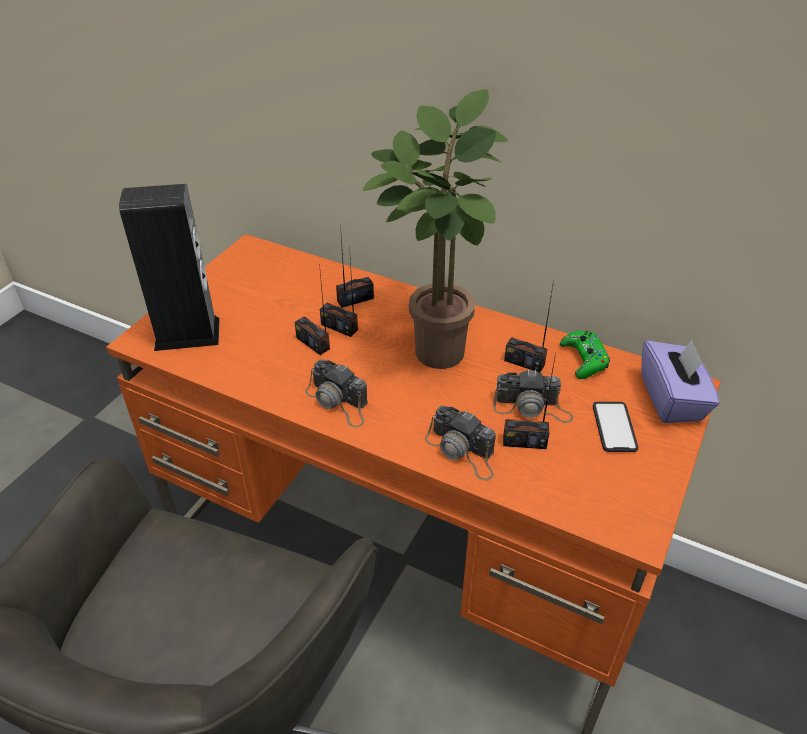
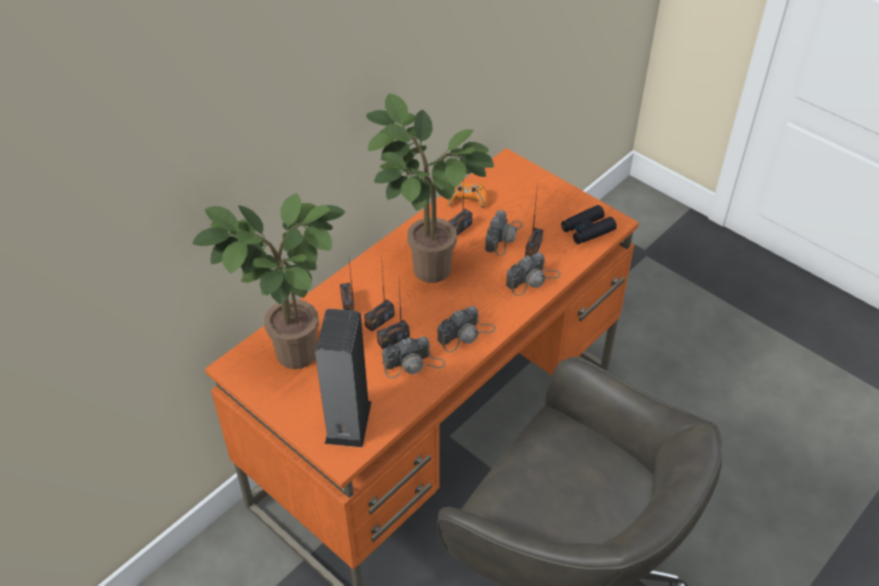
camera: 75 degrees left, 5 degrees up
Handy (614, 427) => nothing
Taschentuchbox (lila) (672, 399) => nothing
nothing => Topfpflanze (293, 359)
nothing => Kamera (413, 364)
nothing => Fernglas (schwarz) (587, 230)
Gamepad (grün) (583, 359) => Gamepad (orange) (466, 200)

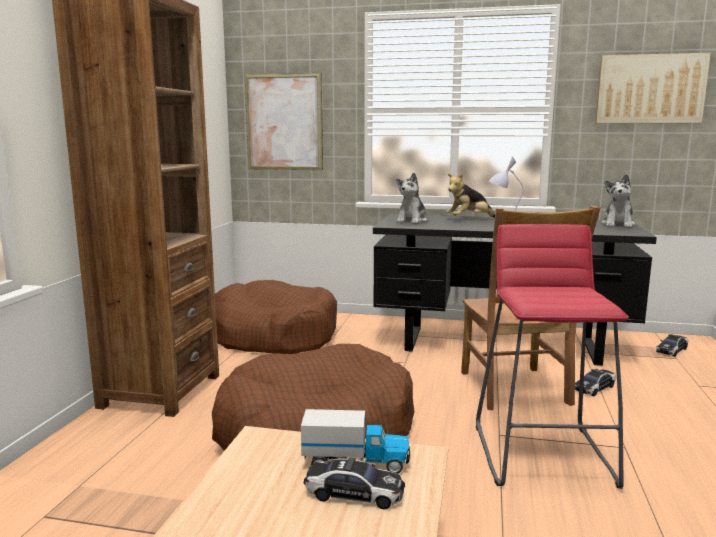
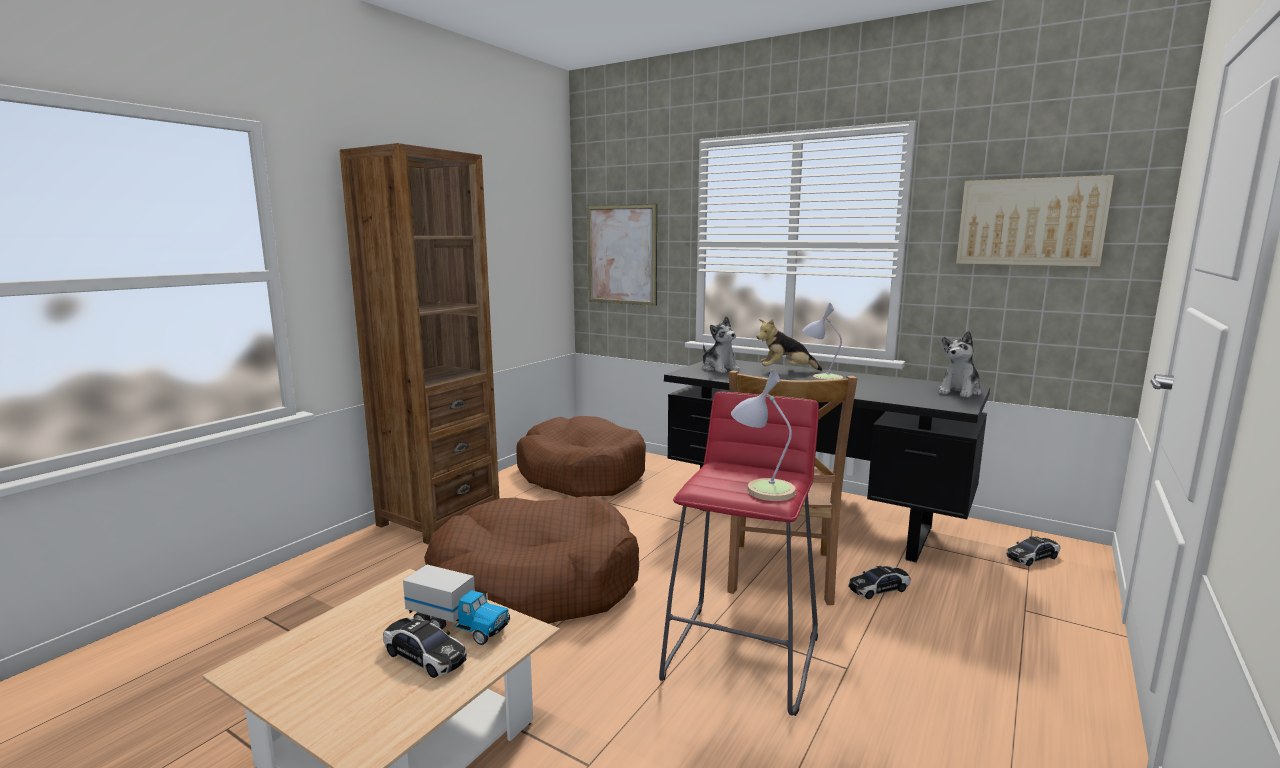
camera: 20 degrees right, 0 degrees up
nothing => Tischlampe (761, 489)
Plüschtier (412, 221) => Plüschtier (719, 369), 75 degrees counterclockwise

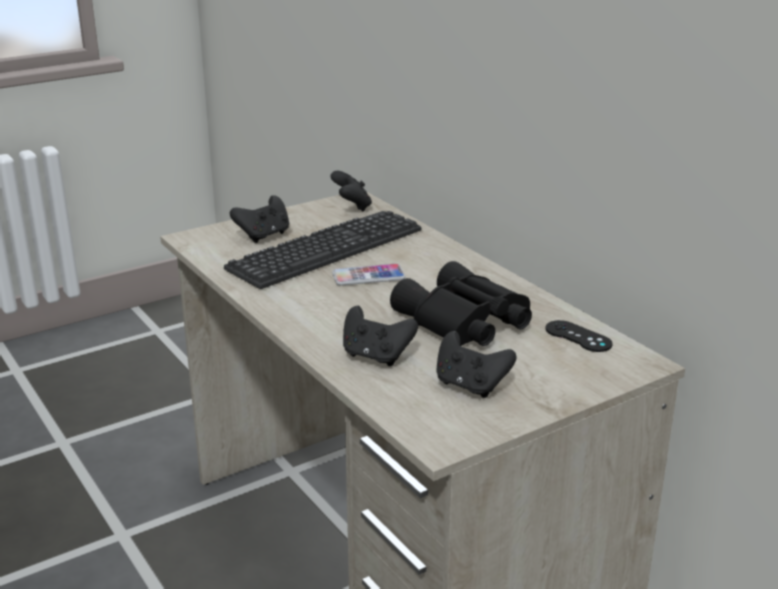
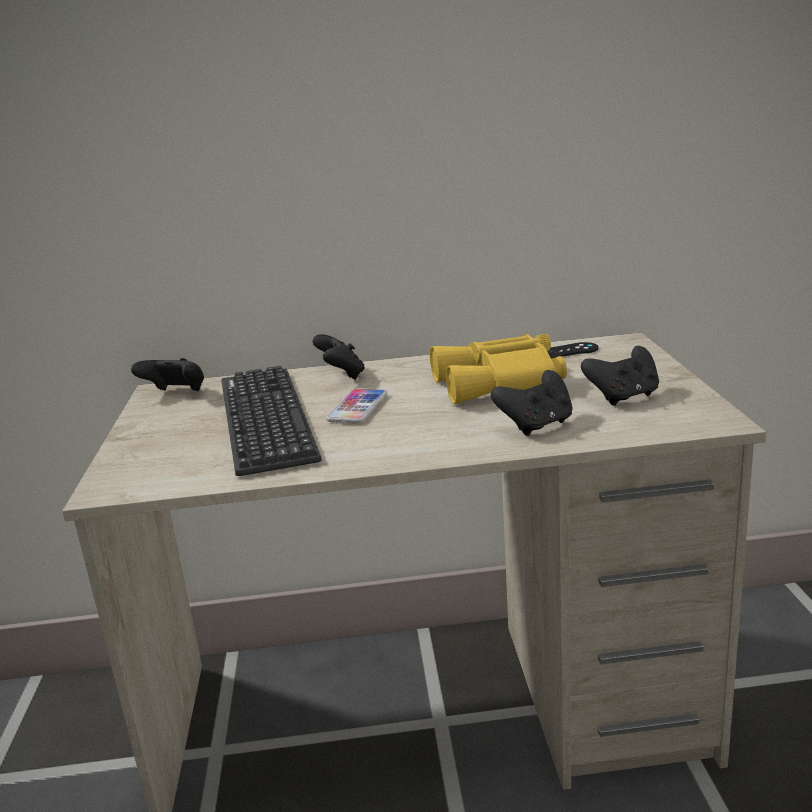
camera: 60 degrees left, 5 degrees down
Gamepad (schwarz) (264, 236) => Gamepad (schwarz) (341, 375), move
Fernglas (schwarz) (463, 322) => Fernglas (gelb) (501, 384)

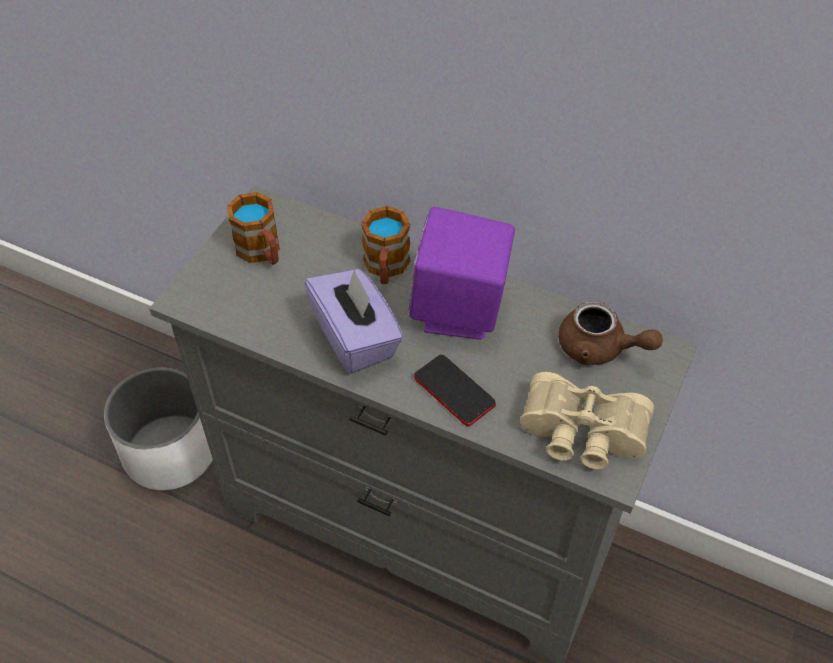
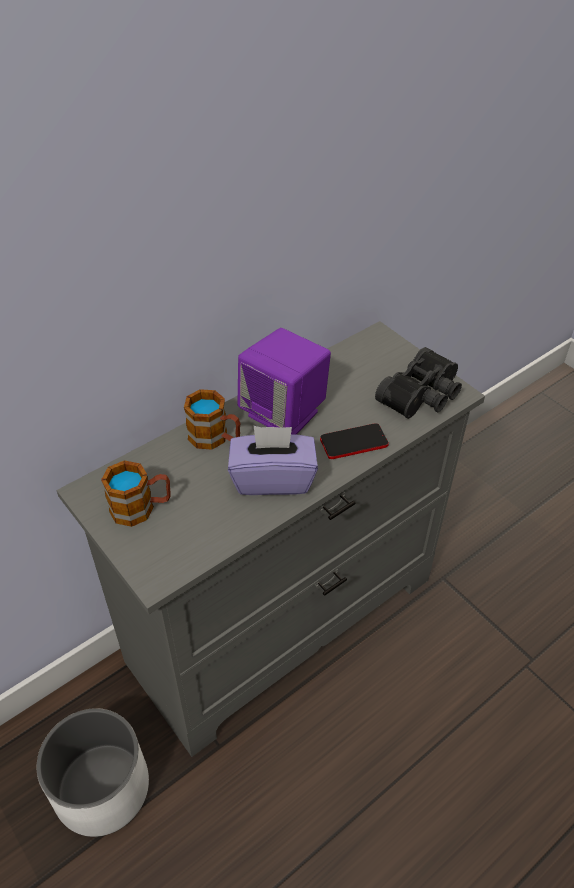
camera: 65 degrees left, 5 degrees down
Teekanne (braun) (599, 349) => nothing
Fernglas (beige) (582, 436) => Fernglas (schwarz) (423, 396)

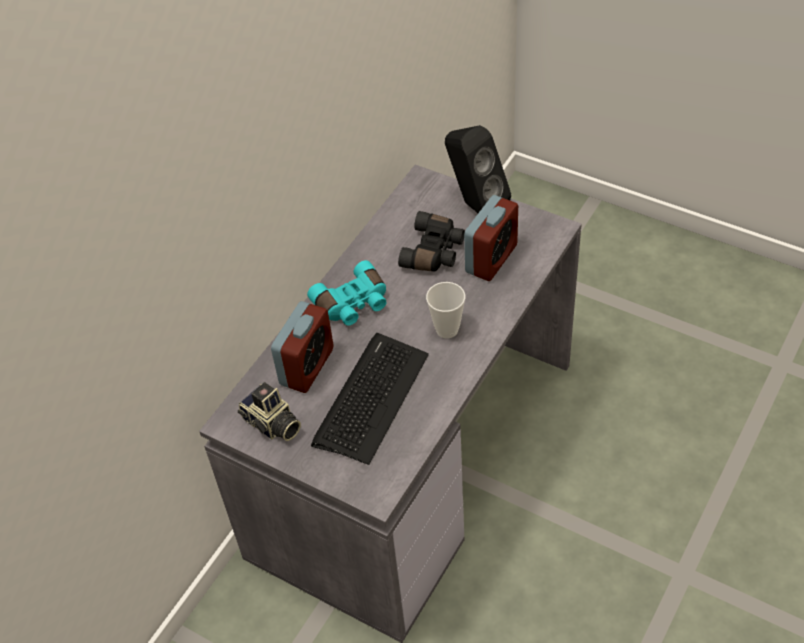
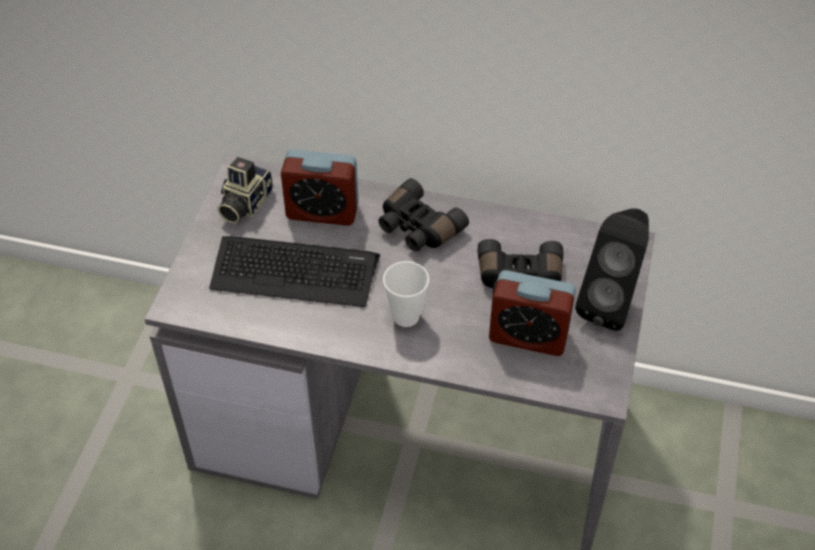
camera: 70 degrees right, 0 degrees up
Fernglas (türkis) (353, 304) => Fernglas (schwarz) (417, 228)

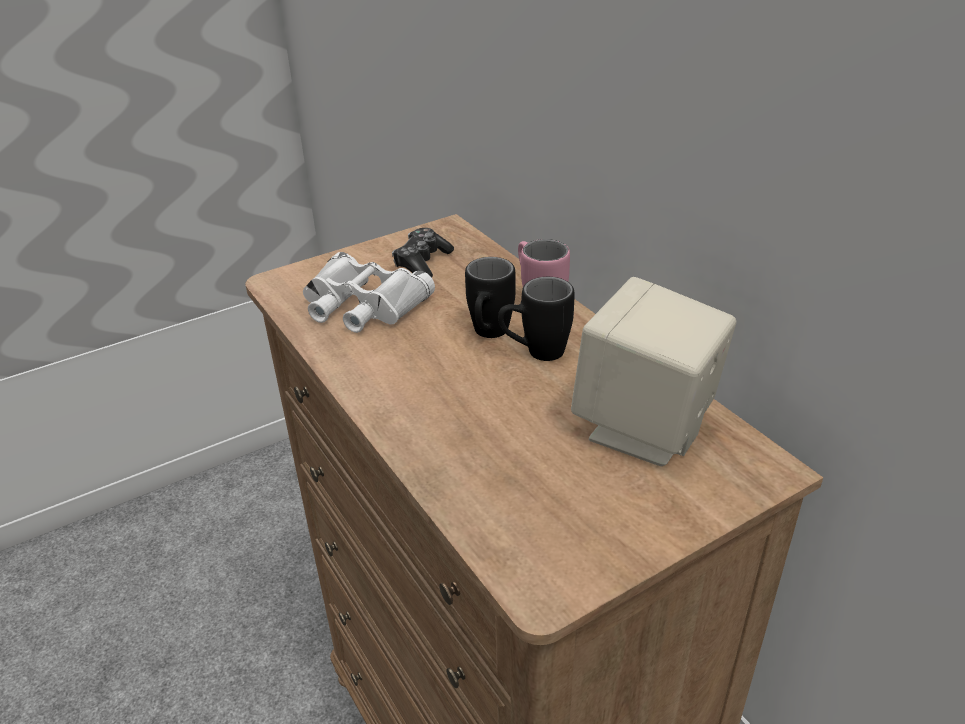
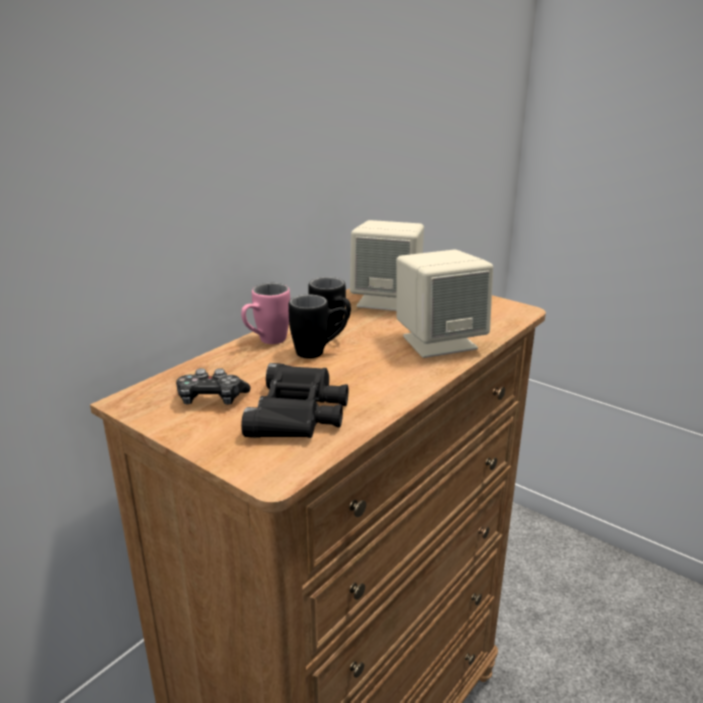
camera: 110 degrees left, 10 degrees down
nothing => Lautsprecher (beige) (439, 342)
Fernglas (weiß) (362, 305) => Fernglas (schwarz) (299, 412)

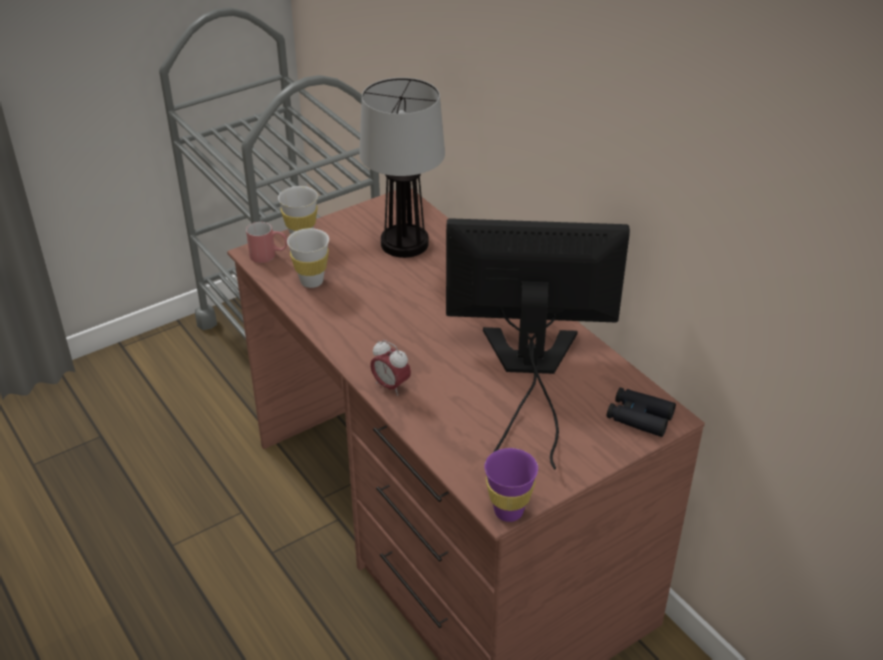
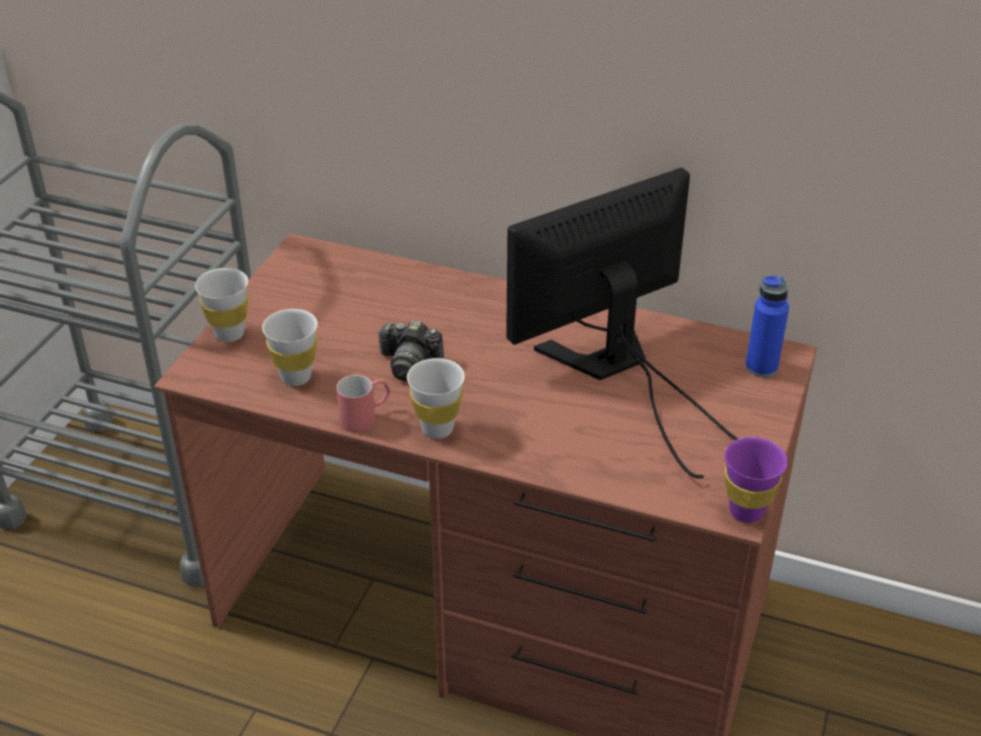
camera: 35 degrees left, 0 degrees up
Tischlampe (403, 243) => nothing
Wecker (390, 386) => nothing
nothing => Kamera (409, 363)
nothing => Tasse (weiß) (437, 429)
Henkelbecher (rot) (269, 255) => Henkelbecher (rot) (366, 417), move
Fernglas (schwarz) (639, 417) => Flasche (blau) (761, 367)

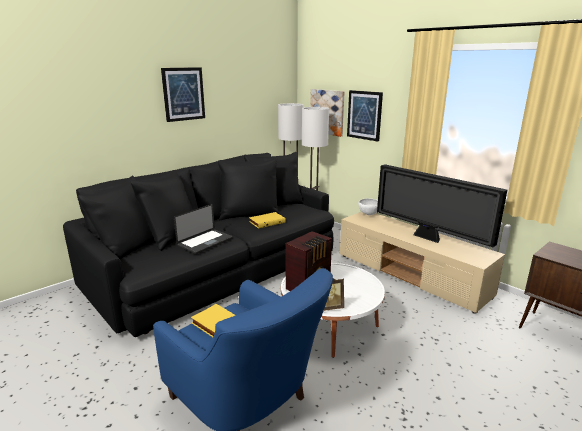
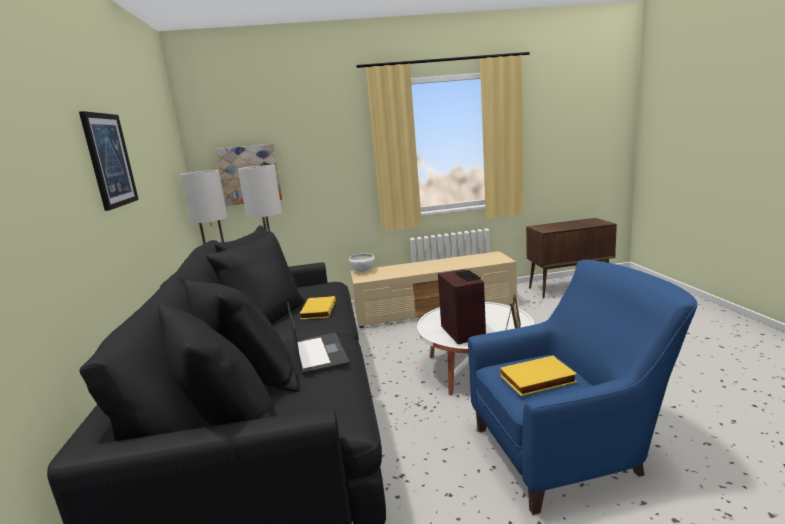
camera: 55 degrees left, 5 degrees down
Bild (364, 115) => nothing
Fernseher (429, 238) => nothing

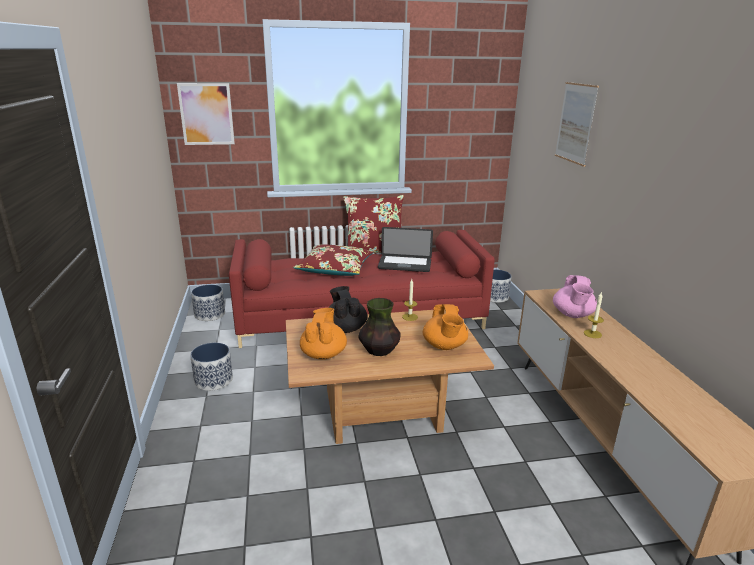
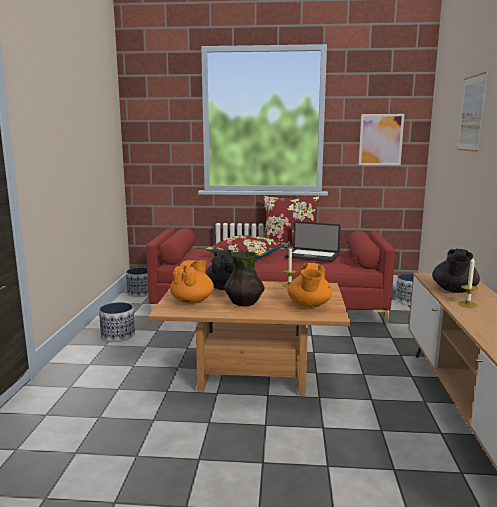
camera: 15 degrees right, 10 degrees down
Bild (206, 114) => Bild (381, 139), move
Teekanne (rosa) (572, 315) => Teekanne (schwarz) (454, 290)

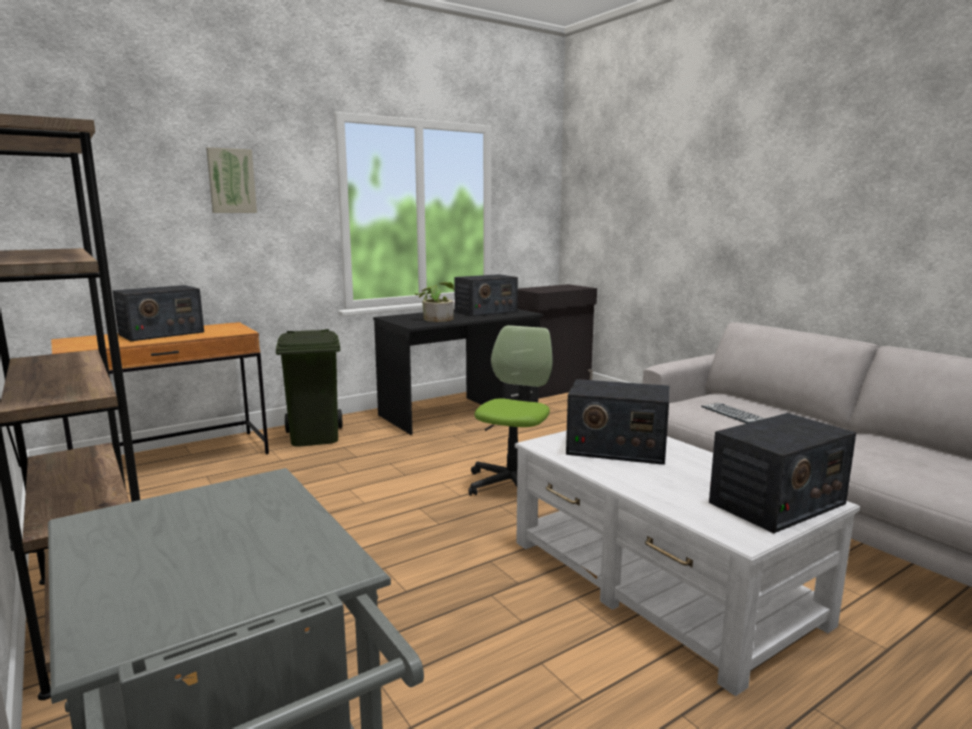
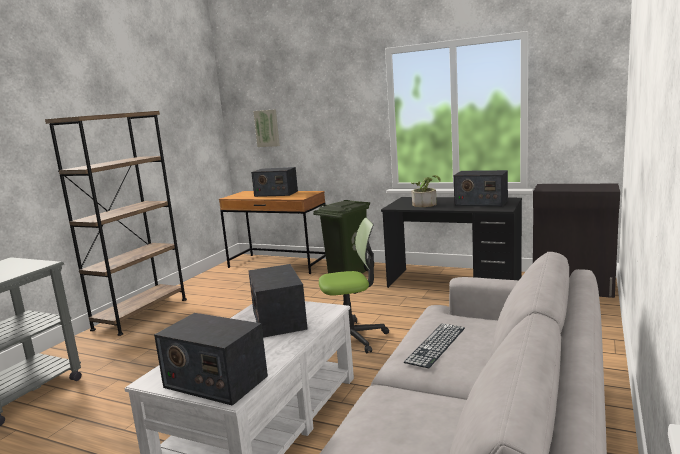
camera: 60 degrees right, 0 degrees up
Bild (231, 181) => Bild (267, 128), move

